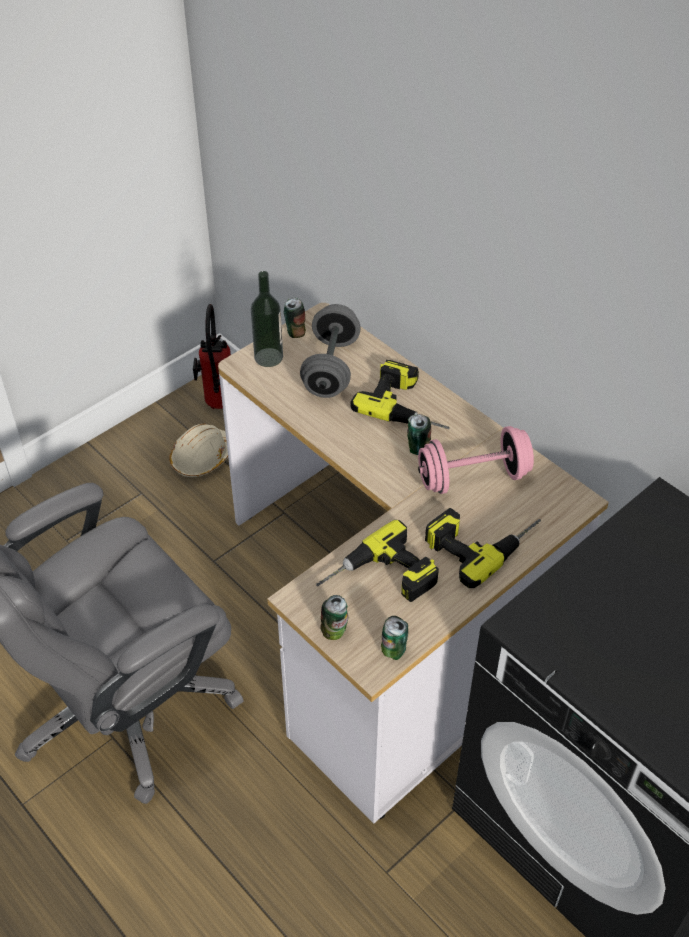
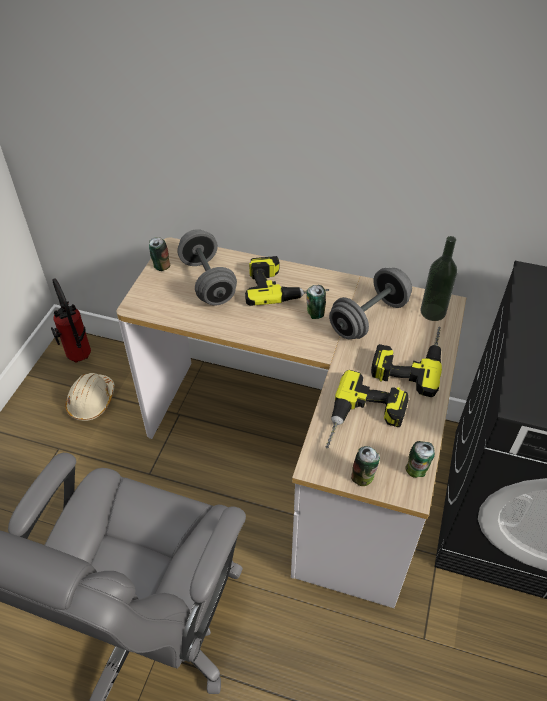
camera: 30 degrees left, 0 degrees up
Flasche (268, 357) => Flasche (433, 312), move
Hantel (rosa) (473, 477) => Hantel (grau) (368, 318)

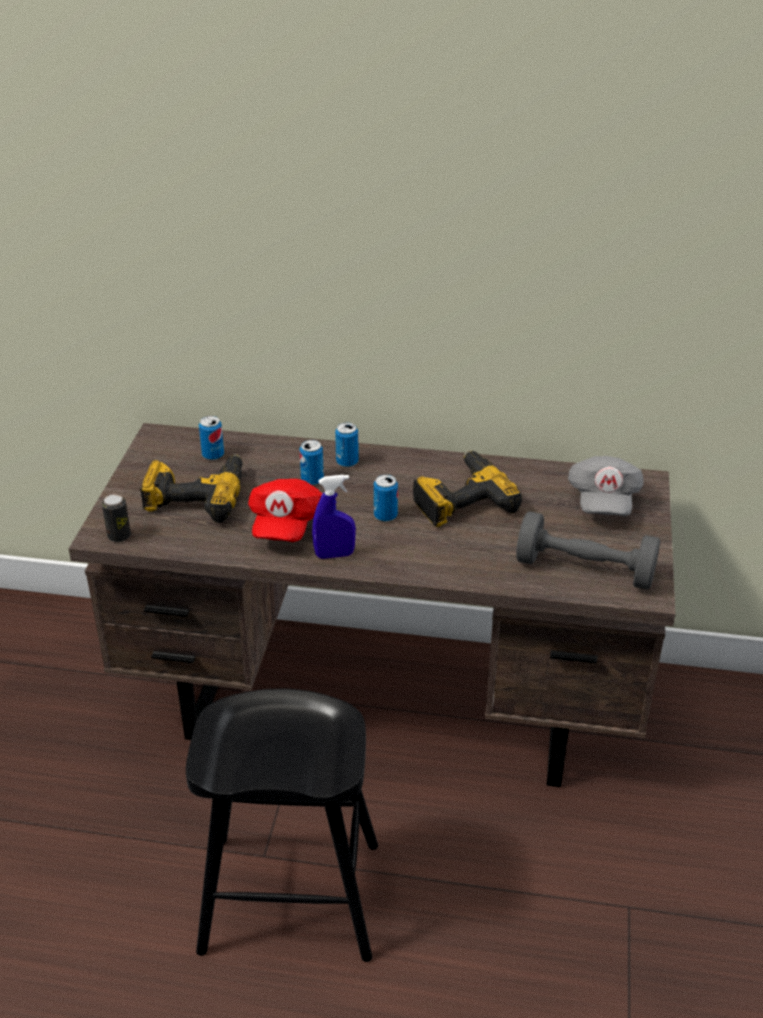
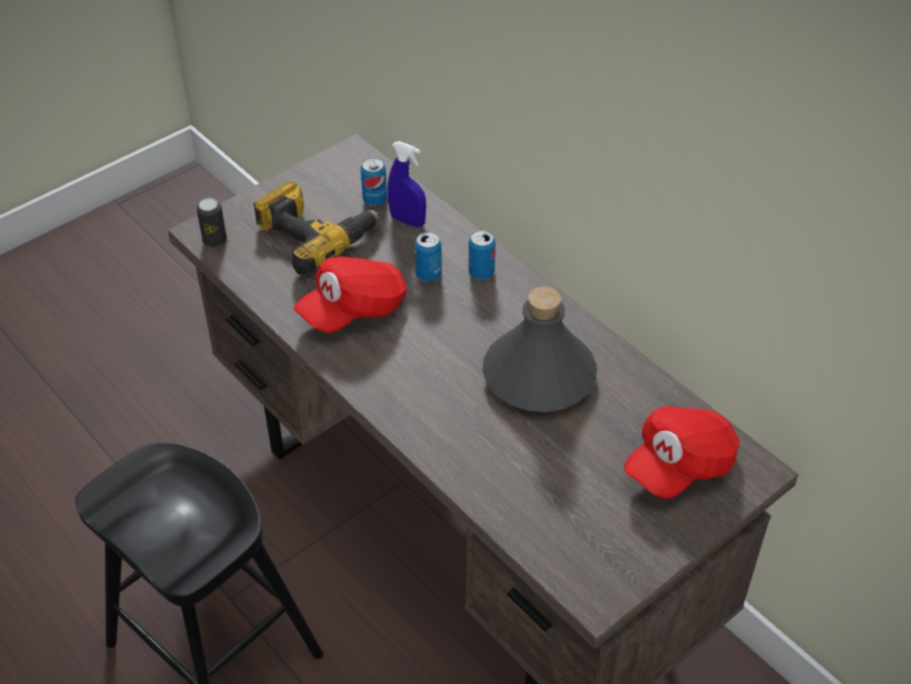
camera: 40 degrees right, 10 degrees up
Dose (385, 516) => nothing
Hantel (grau) (585, 570) => nothing
Sprühflasche (blau) (334, 555) => Sprühflasche (blau) (407, 221), move
Bohrmaschine (461, 500) => Flasche (grau) (538, 376)
Kappe (grau) (603, 501) => Kappe (rot) (679, 465)

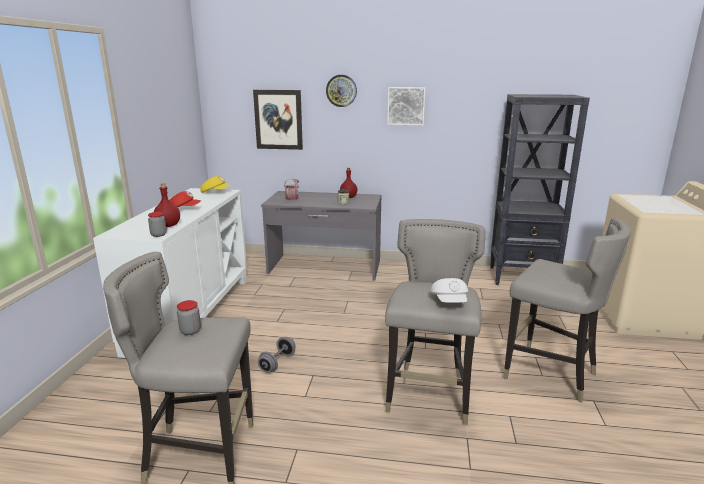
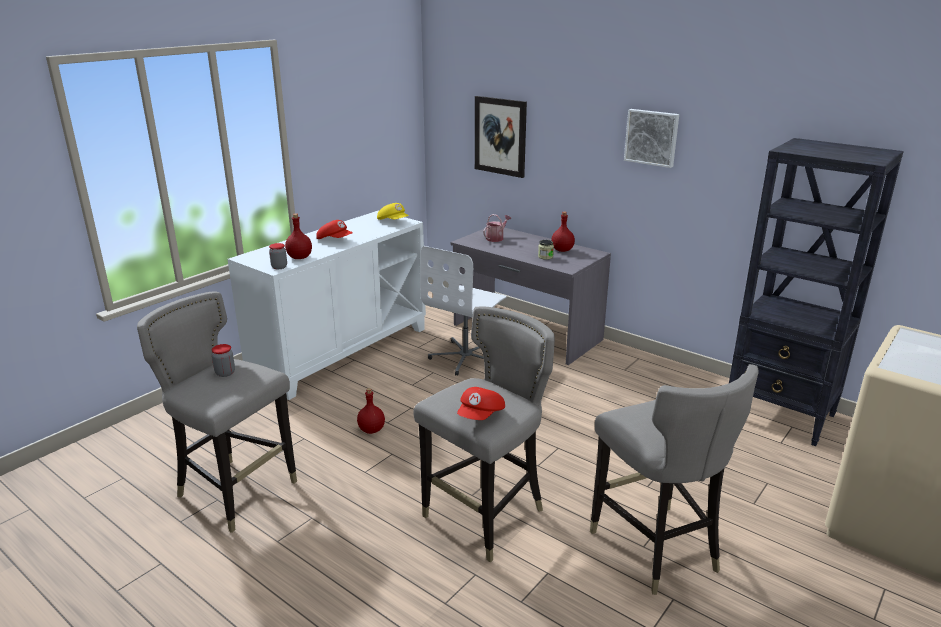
camera: 30 degrees right, 5 degrees up
Wanduhr (341, 90) => nothing
nothing => Bürostuhl (weiß) (466, 357)
Hantel (grau) (277, 363) => Flasche (rot) (371, 429)
Kappe (weiß) (450, 302) => Kappe (rot) (481, 416)

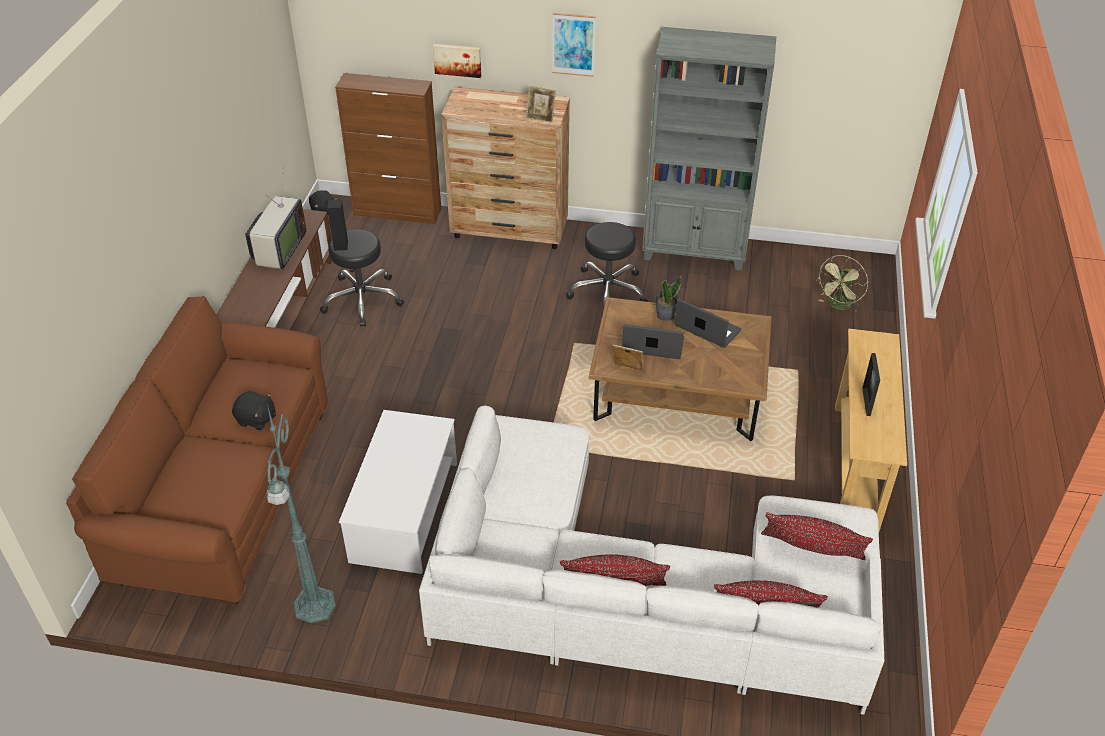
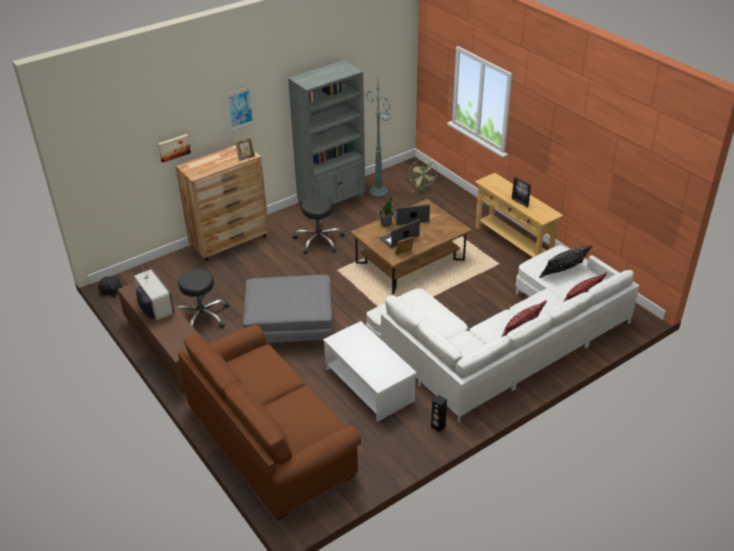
camera: 45 degrees left, 5 degrees down
Plüschtier (schwarz) (256, 420) => nothing
Schrank (braun) (398, 212) => nothing
nothing => Polsterhocker (grau) (290, 327)
Stehlampe (grün) (314, 607) => Stehlampe (grün) (379, 192), move
Lautsprecher (schwarz) (340, 245) => Lautsprecher (schwarz) (438, 427), move
Kissen (rot) (811, 552) => Kissen (schwarz) (563, 272)

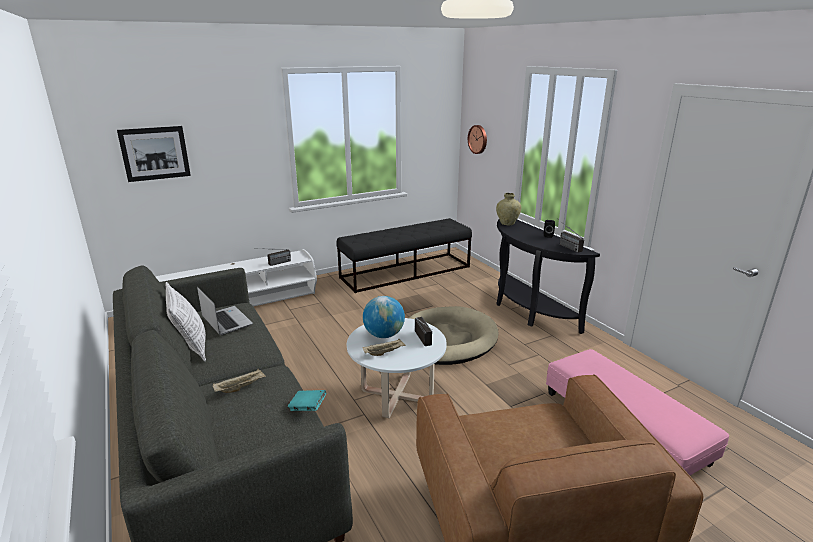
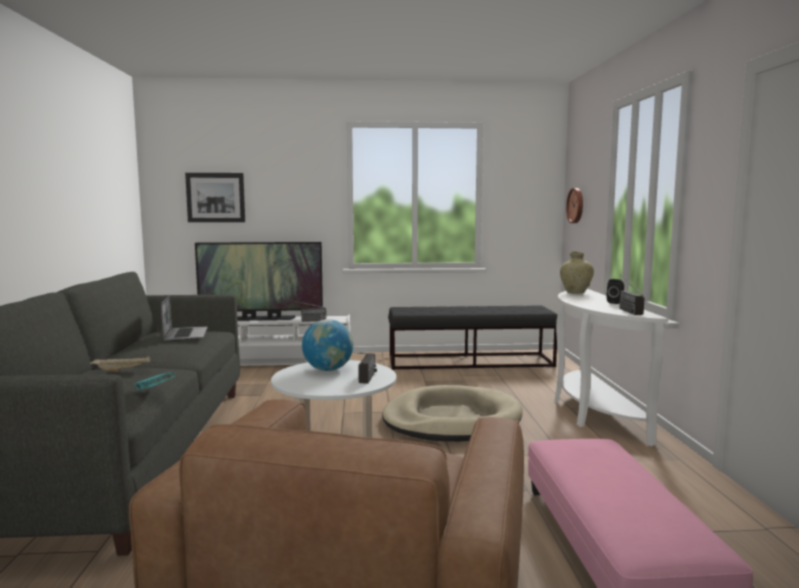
camera: 25 degrees right, 15 degrees down
Kissen (191, 347) => nothing
Tablett (beige) (384, 353) => nothing
nothing => Fernseher (261, 319)
Konsolentisch (schwarz) (527, 310) => Konsolentisch (weiß) (592, 412)

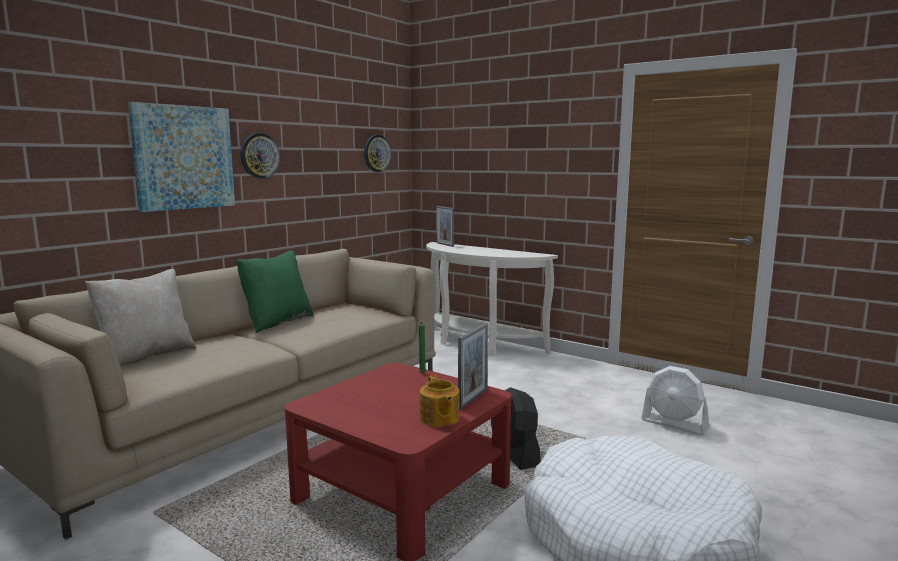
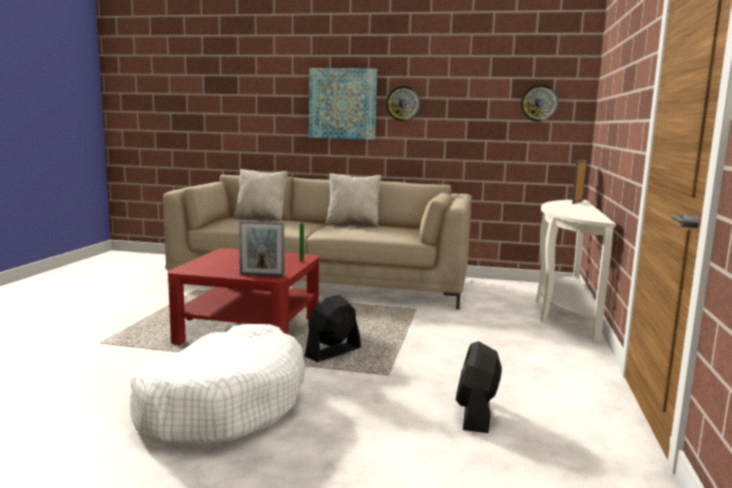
camera: 65 degrees right, 0 degrees up
Teekanne (439, 418) => nothing
Kissen (grün) (277, 322) => Kissen (beige) (353, 225)
Ventilator (weiß) (674, 424) => Ventilator (schwarz) (476, 414)

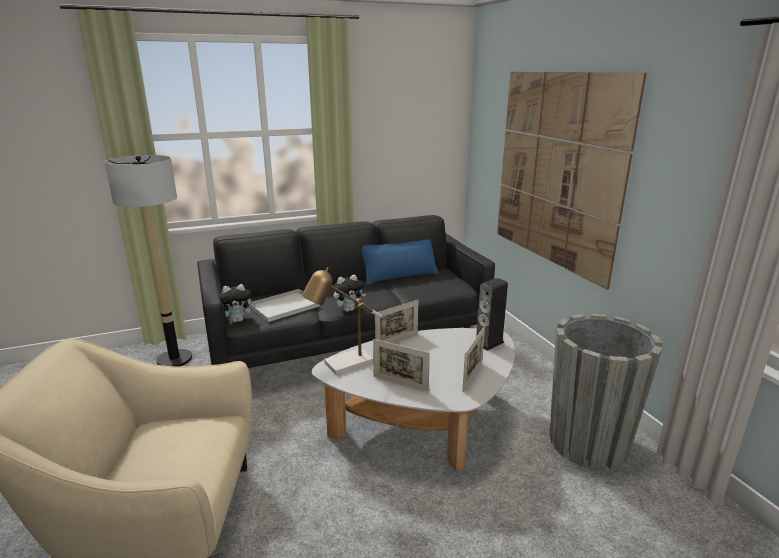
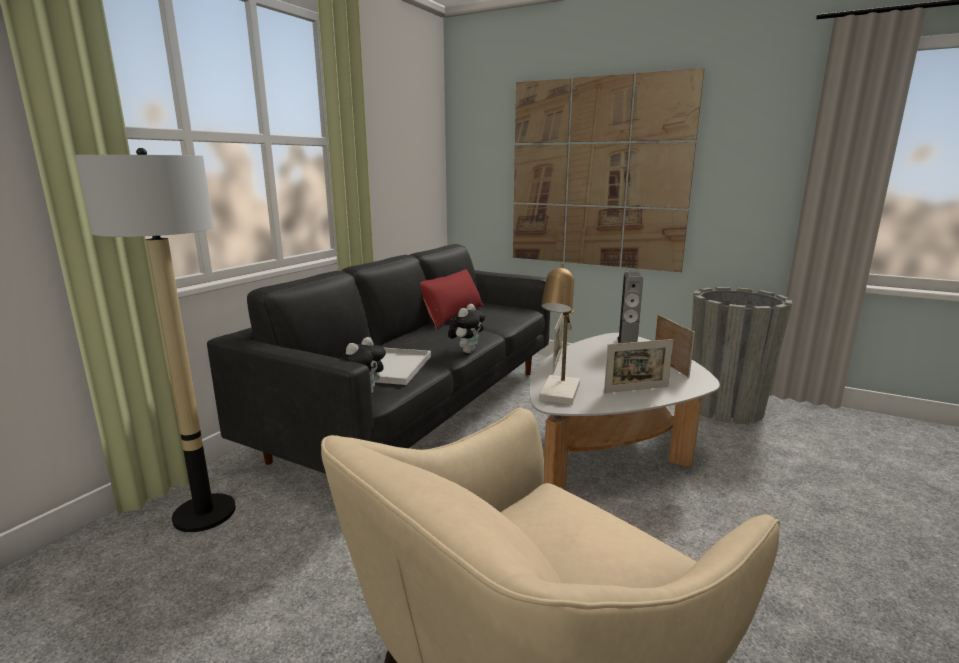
camera: 40 degrees left, 5 degrees down
Kissen (blau) (399, 276) => Kissen (rot) (452, 315)

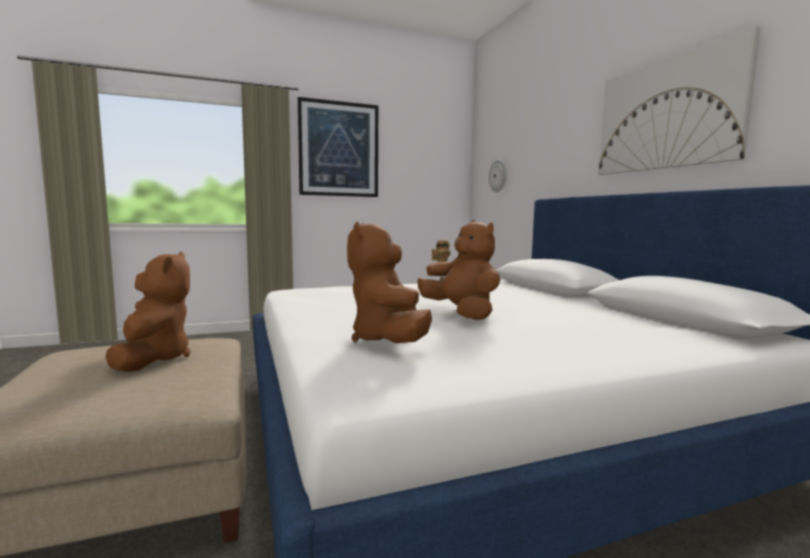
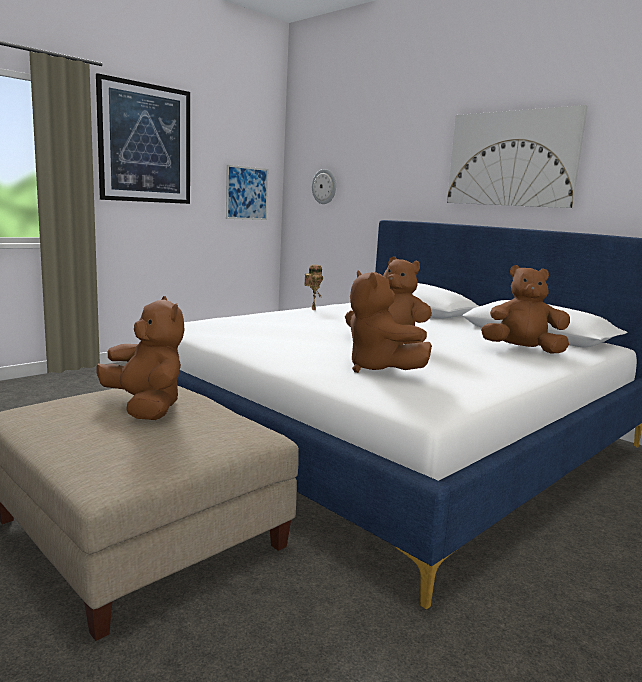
camera: 25 degrees left, 5 degrees up
nothing => Bild (247, 193)
nothing => Plüschtier (braun) (522, 350)

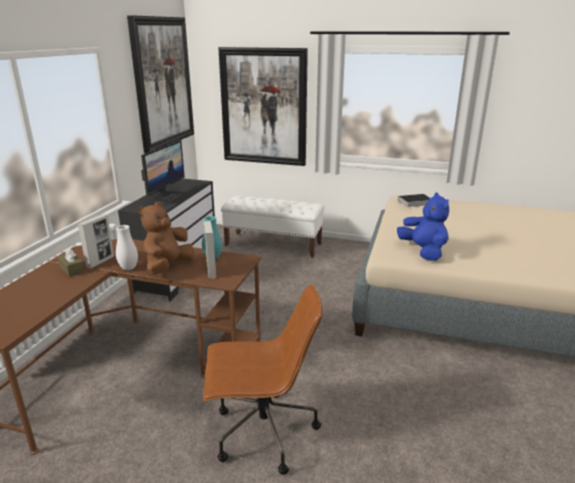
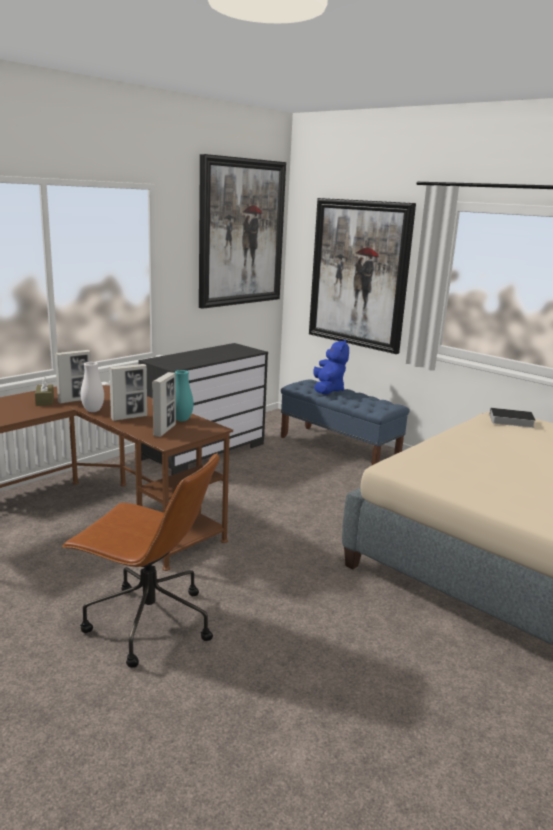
camera: 25 degrees right, 5 degrees down
Monitor (165, 195) => nothing
Plüschtier (blau) (423, 251) => Plüschtier (blau) (328, 390), move
Plüschtier (braun) (168, 267) => Bilderrahmen (129, 417)
Bank (weiß) (273, 244) => Bank (blau) (339, 448)

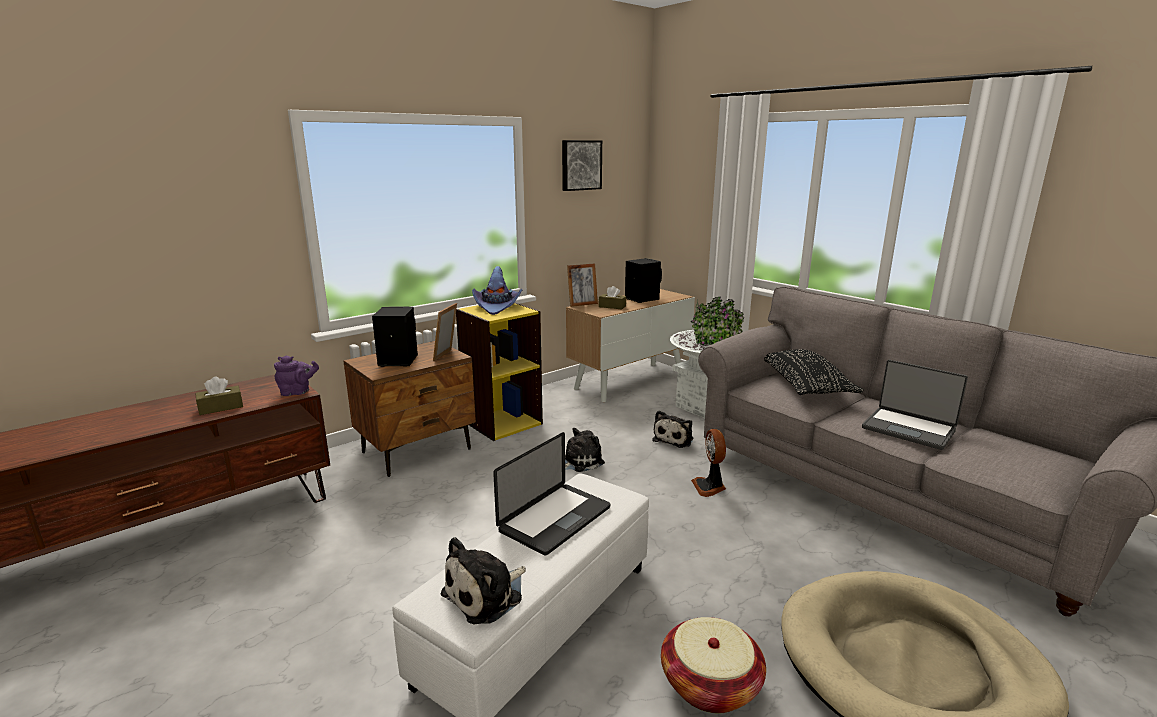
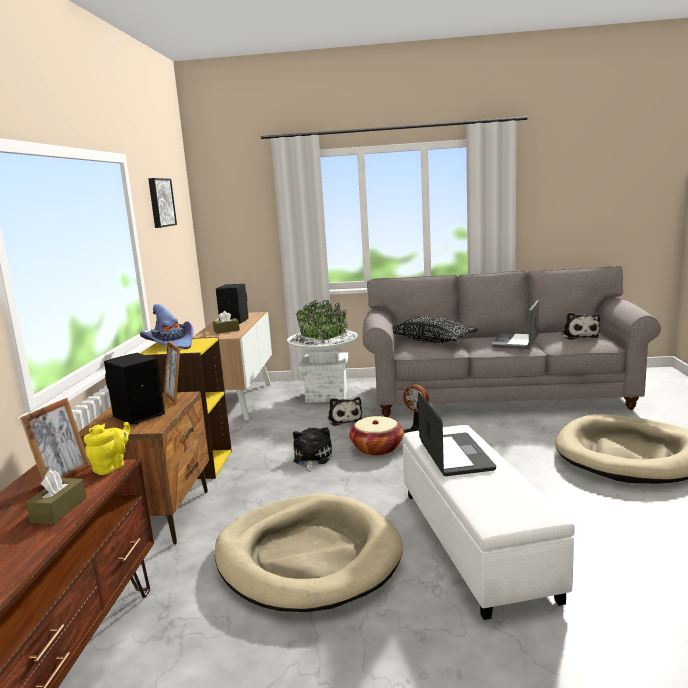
camera: 45 degrees left, 5 degrees down
nothing => Hundebett (beige) (307, 557)
Plüschtier (486, 595) => Plüschtier (579, 336), move
Bilderrahmen (582, 304) => Bilderrahmen (63, 477), move
Korb (710, 684) => Korb (377, 448), move
Teekanne (lila) (297, 392) => Teekanne (gelb) (111, 467)
Laptop (909, 429) => Laptop (516, 342), 120 degrees clockwise

